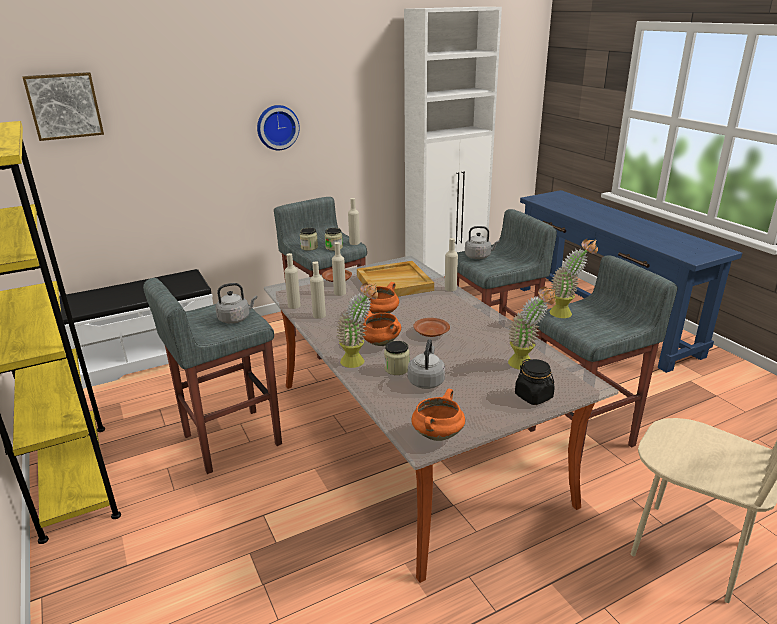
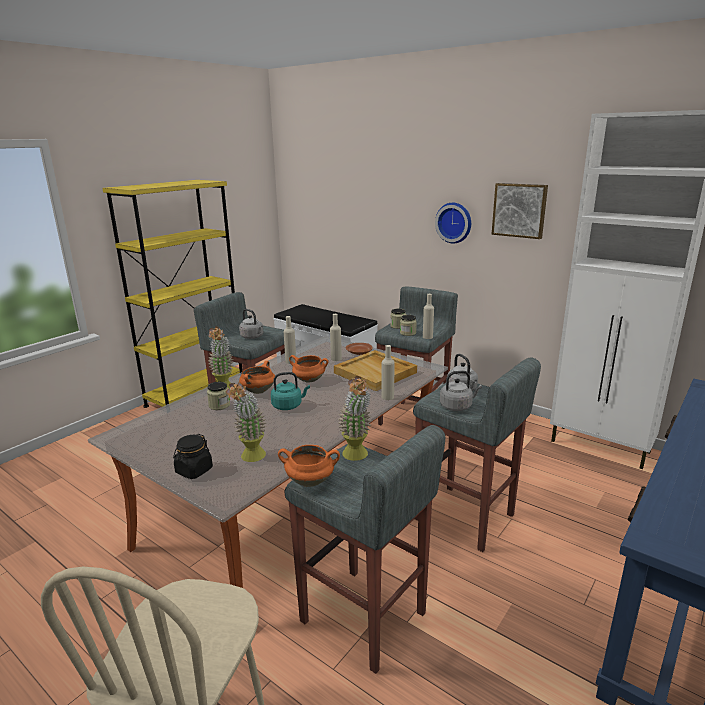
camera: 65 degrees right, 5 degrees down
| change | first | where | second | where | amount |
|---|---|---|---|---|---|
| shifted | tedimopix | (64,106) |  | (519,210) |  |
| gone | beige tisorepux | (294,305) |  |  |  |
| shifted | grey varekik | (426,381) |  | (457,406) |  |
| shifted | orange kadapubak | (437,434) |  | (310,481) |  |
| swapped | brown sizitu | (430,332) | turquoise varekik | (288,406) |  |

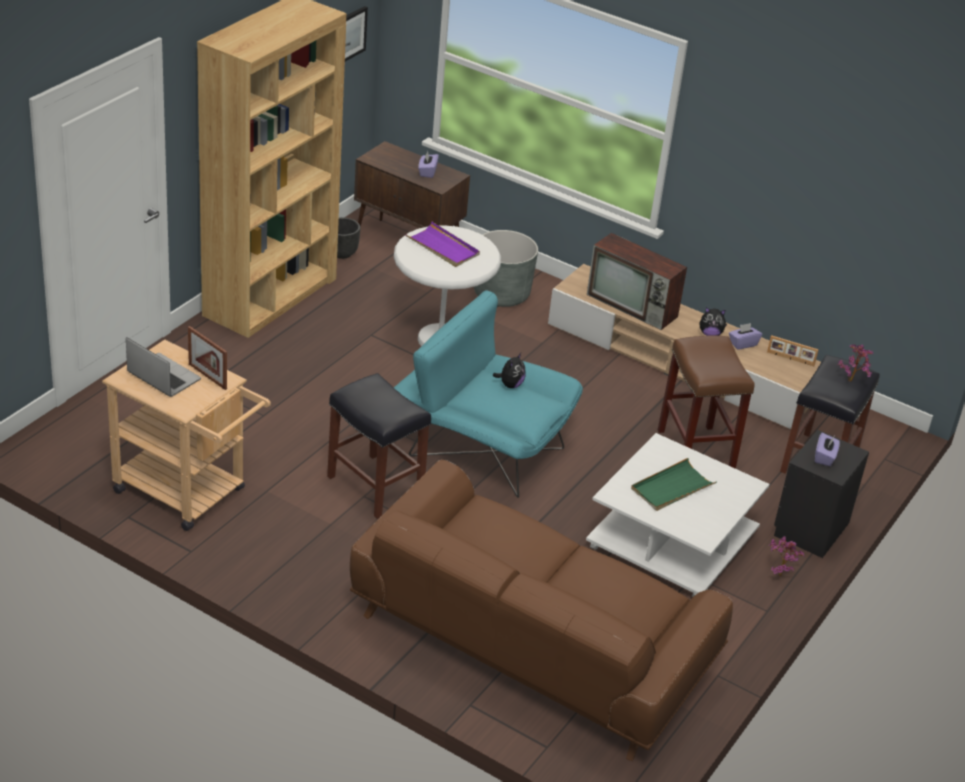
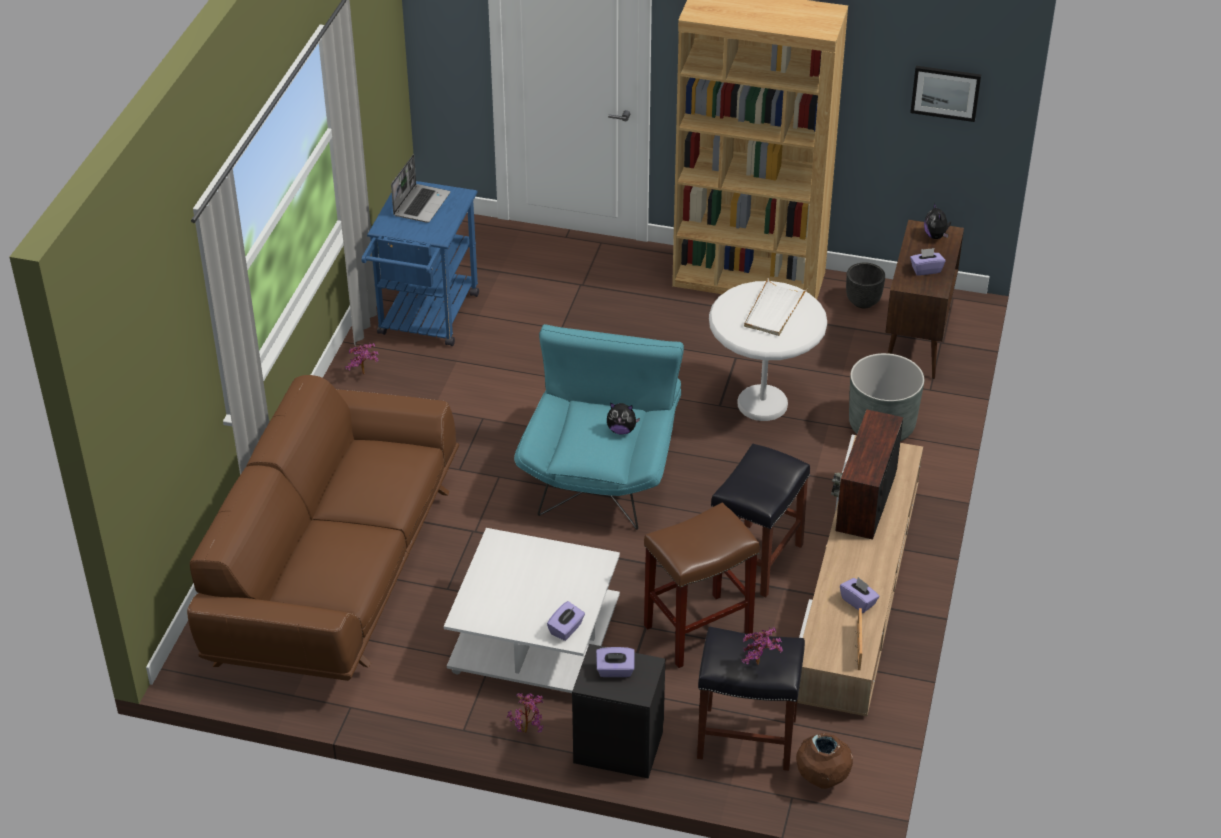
camera: 75 degrees right, 5 degrees up
| change | first | where | second | where | amount |
|---|---|---|---|---|---|
| repainted | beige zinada | (188,494) | blue zinada | (426,320) |  |
| gone | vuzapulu | (207,376) |  |  |  |
| shifted | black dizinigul | (374,485) |  | (756,558) |  |
| repainted | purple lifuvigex | (443,247) | white lifuvigex | (774,310) |  |
| gone | green lifuvigex | (672,488) |  |  |  |
| shifted | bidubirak | (710,334) |  | (936,236) |  |
| new |  |  | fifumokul | (365,375) |  |
| new |  |  | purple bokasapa | (566,629) |  |
| new |  |  | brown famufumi | (822,780) |  |

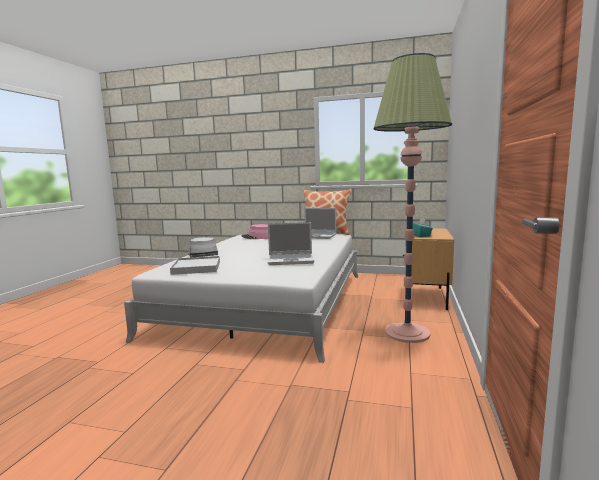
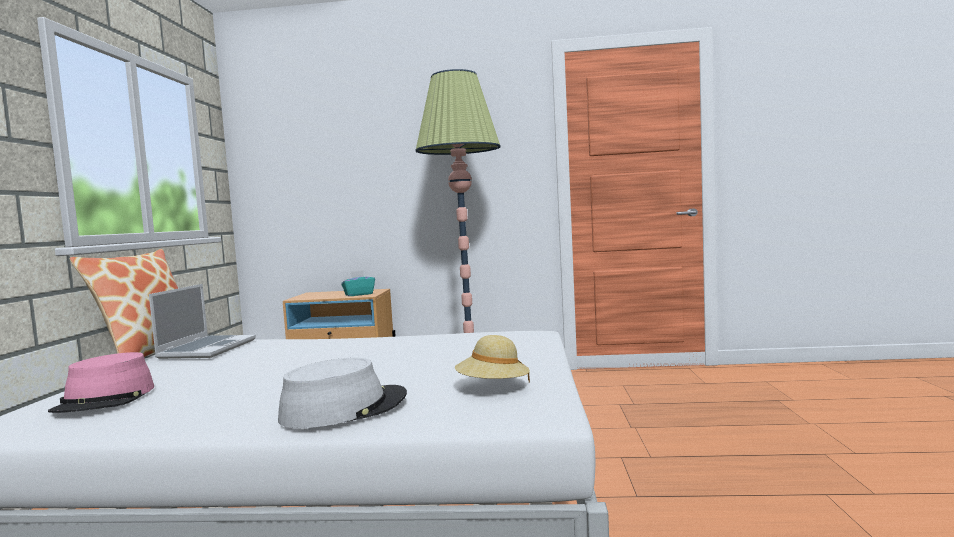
camera: 100 degrees left, 5 degrees down
| change | first | where | second | where | amount |
|---|---|---|---|---|---|
| swapped | white lifuvigex | (196,268) | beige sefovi | (493,387) |  |
| gone | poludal | (291,260) |  |  |  |

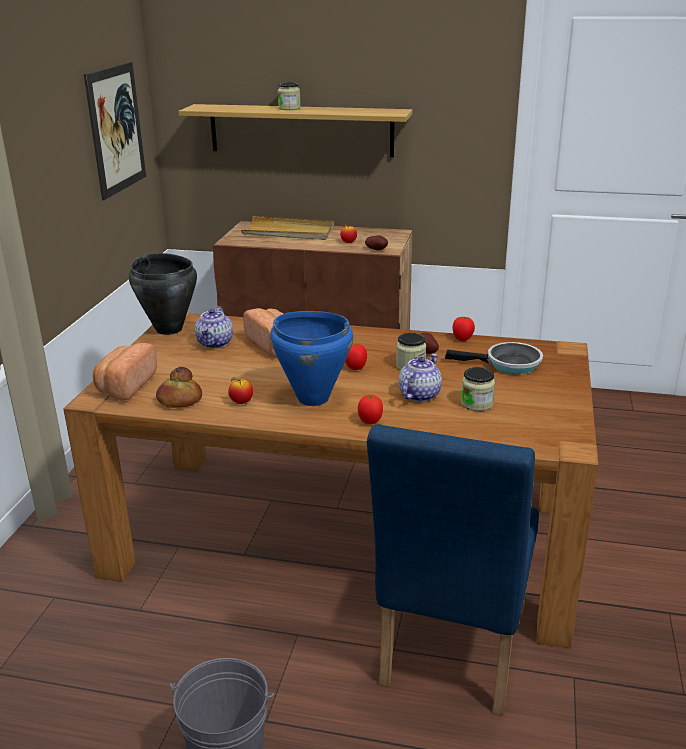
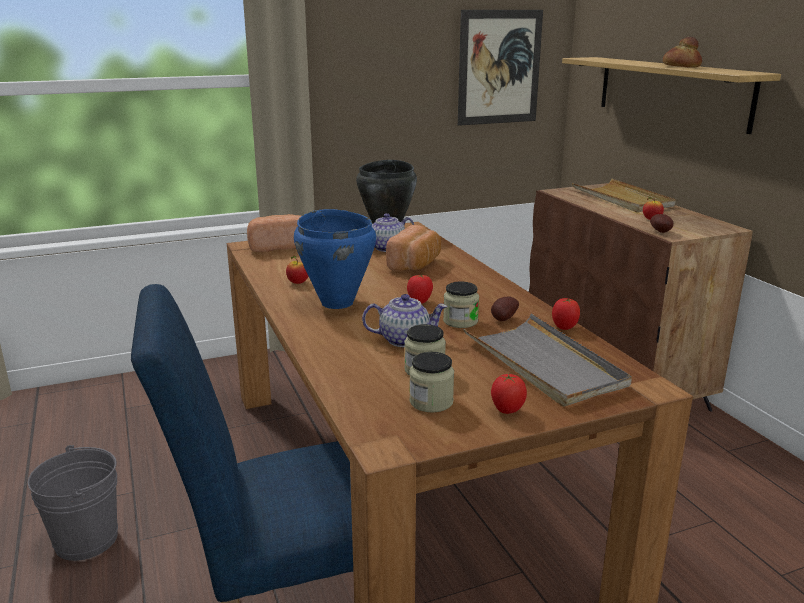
camera: 55 degrees right, 5 degrees down
| change | first | where | second | where | amount |
|---|---|---|---|---|---|
| shifted | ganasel | (179,400) |  | (681,66) |  |
| shifted | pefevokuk | (289,108) |  | (431,402) |  |
| shifted | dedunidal | (370,422) |  | (507,411) |  |
| swapped | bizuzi | (508,364) | grey lifuvigex | (543,364) |  |

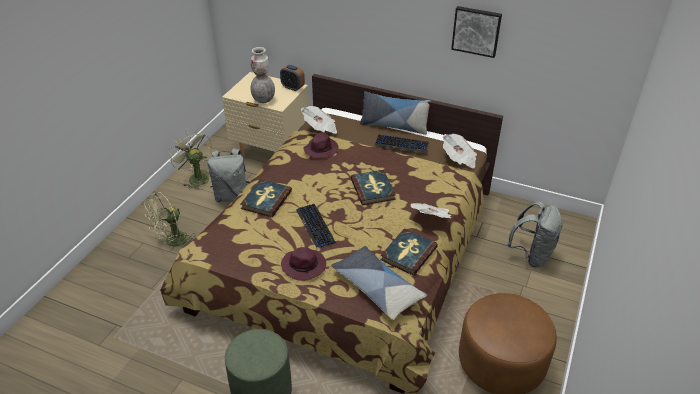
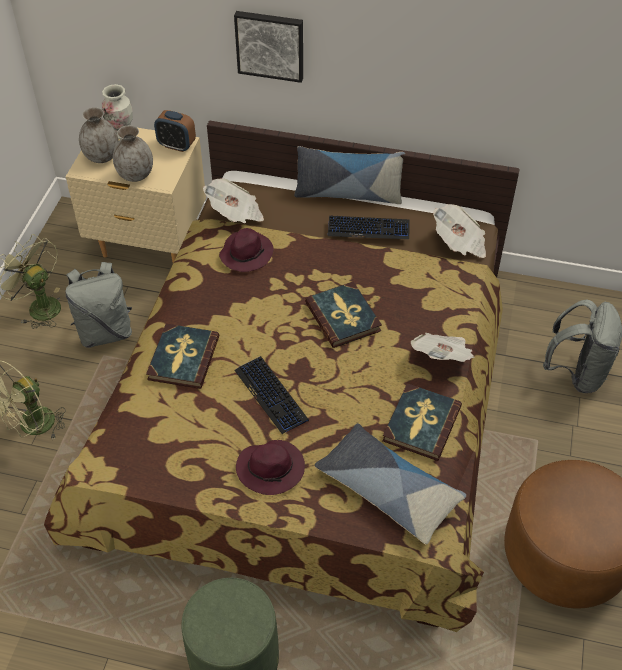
camera: 10 degrees left, 10 degrees up
| change | first | where | second | where | amount |
|---|---|---|---|---|---|
| shifted | tedimopix | (476,31) |  | (270,45) |  |
| new |  |  | grey famufumi | (101,157) |  |

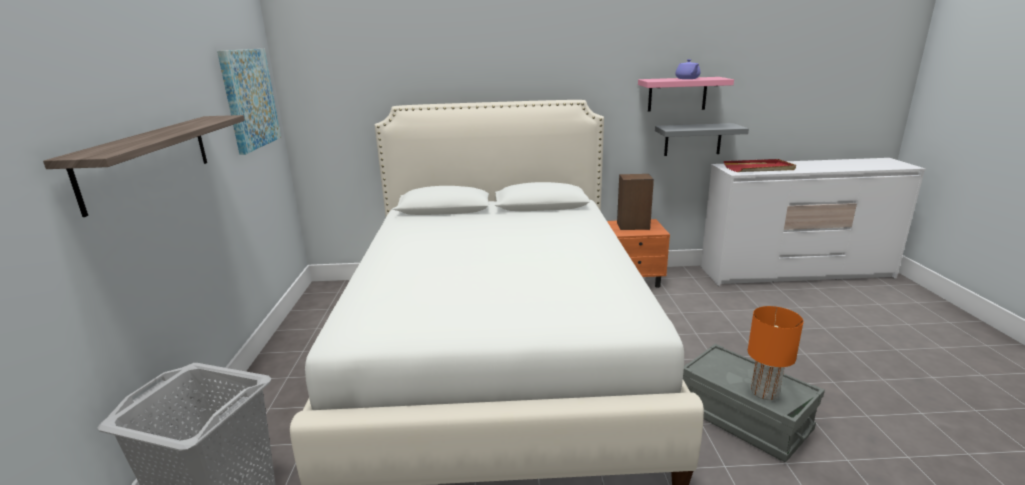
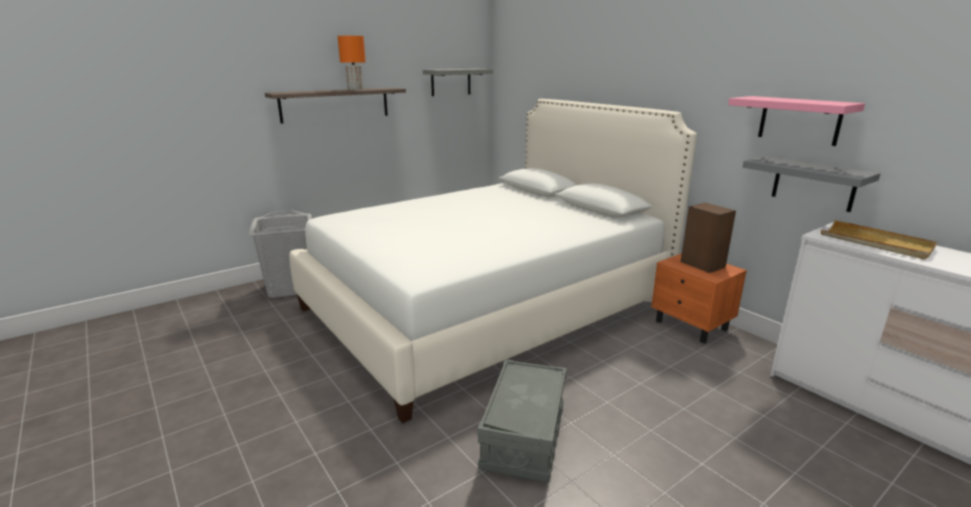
camera: 55 degrees right, 0 degrees up
| change | first | where | second | where | amount |
|---|---|---|---|---|---|
| swapped | tedimopix | (249,99) | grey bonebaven | (451,82) |  |
| gone | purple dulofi | (687,79) |  |  |  |
| repainted | red lifuvigex | (759,168) | beige lifuvigex | (876,243) |  |
| shifted | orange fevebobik | (764,392) |  | (355,89) |  |

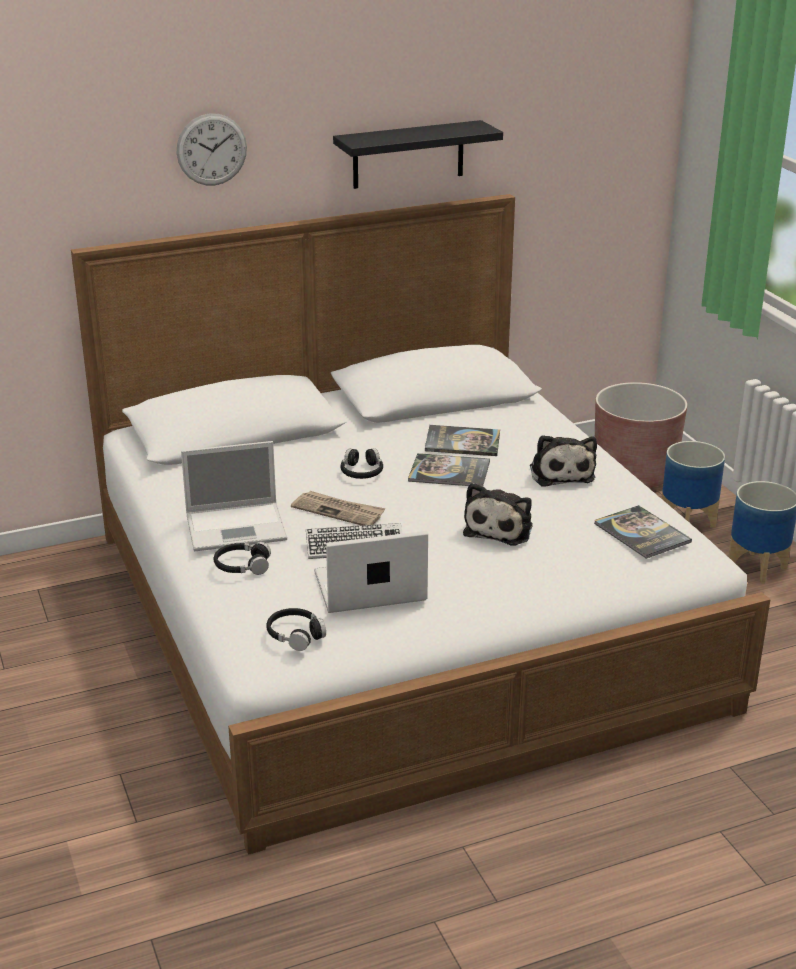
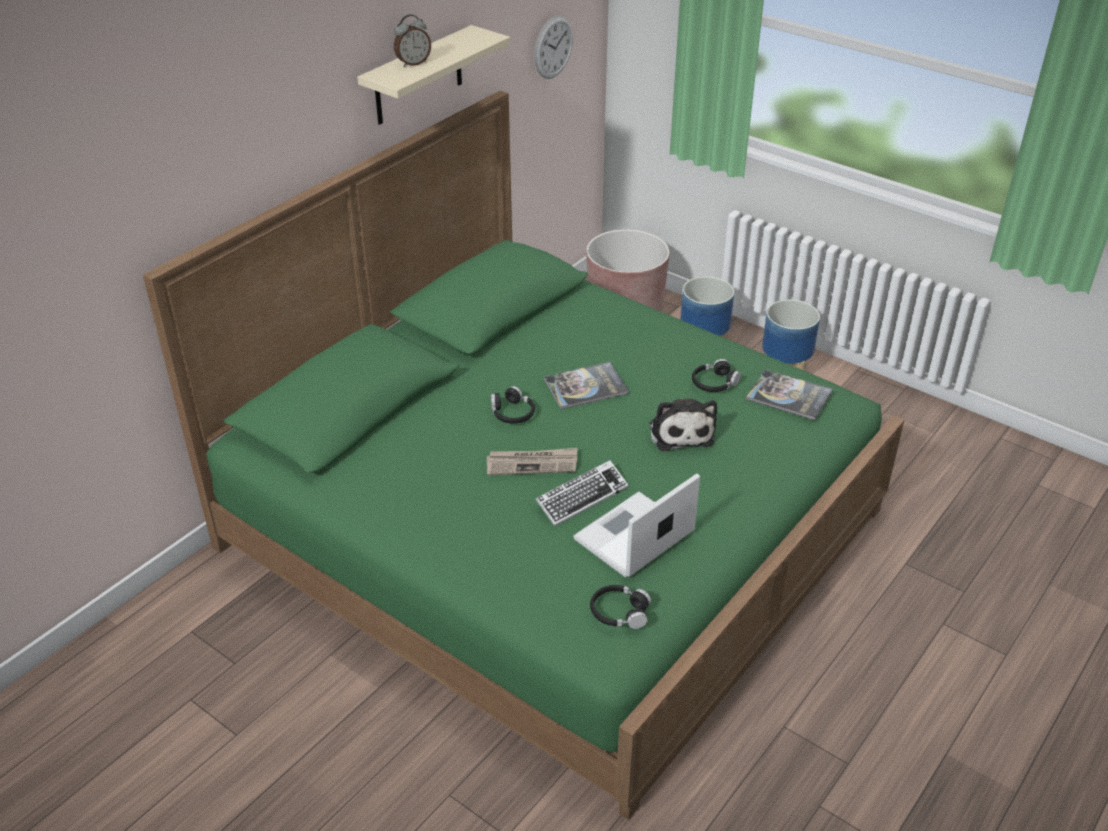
camera: 30 degrees left, 10 degrees up
| change | first | where | second | where | amount |
|---|---|---|---|---|---|
| repainted | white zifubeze | (397,616) | green zifubeze | (552,527) |  |
| shifted | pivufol | (211,149) |  | (553,47) |  |
| gone | poludal | (238,527) |  |  |  |
| shifted | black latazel | (242,566) |  | (714,383) |  |
| repainted | black bonebaven | (408,154) | beige bonebaven | (418,76) |  |
| gone | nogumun | (462,442) |  |  |  |
| gone | bidubirak | (561,473) |  |  |  |
| new |  |  | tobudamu | (413,63) |  |

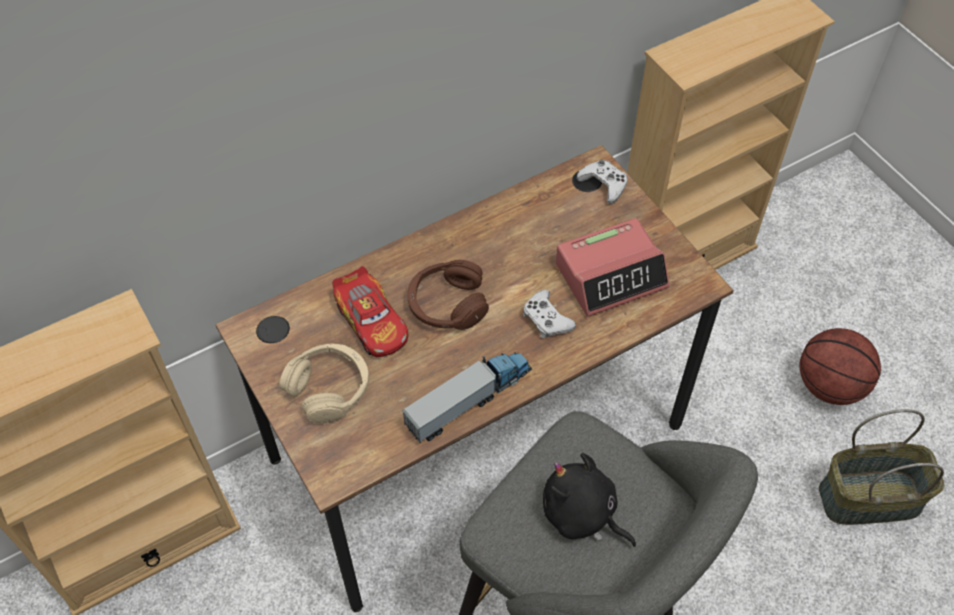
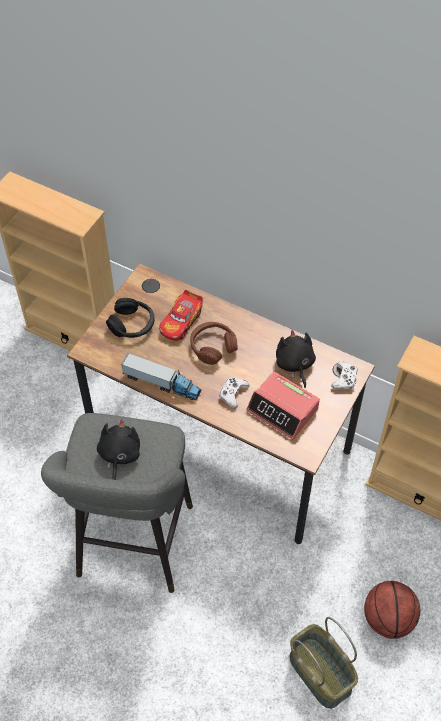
camera: 60 degrees right, 0 degrees up
| change | first | where | second | where | amount |
|---|---|---|---|---|---|
| repainted | beige latazel | (329,388) | black latazel | (132,324) |  |
| new |  |  | black bidubirak | (294,364) |  |

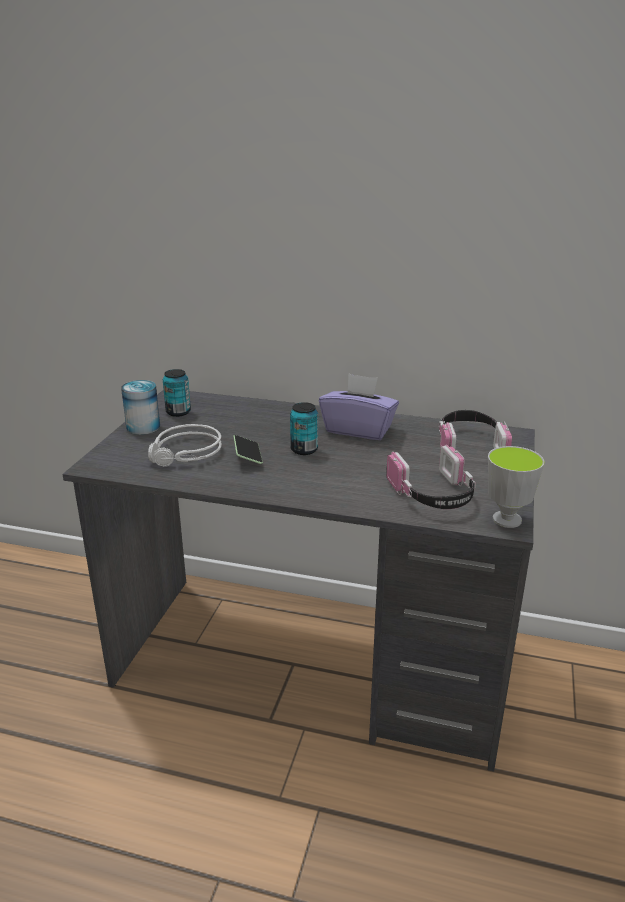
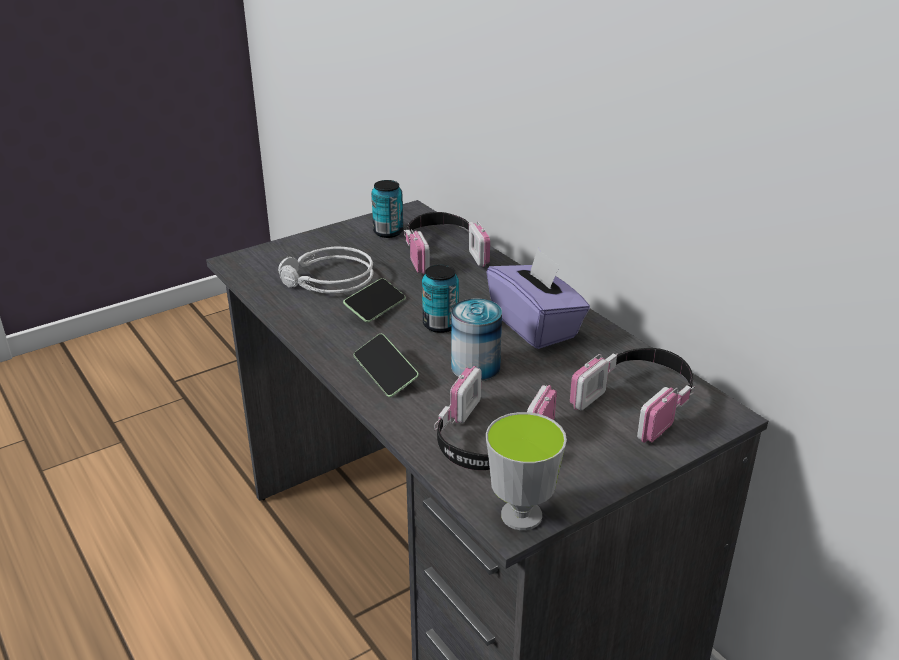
camera: 40 degrees right, 5 degrees up
| change | first | where | second | where | amount |
|---|---|---|---|---|---|
| shifted | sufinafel | (143,427) |  | (475,367) |  |
| new |  |  | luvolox | (385,374) |  |
| new |  |  | latazel | (442,252) |  |

